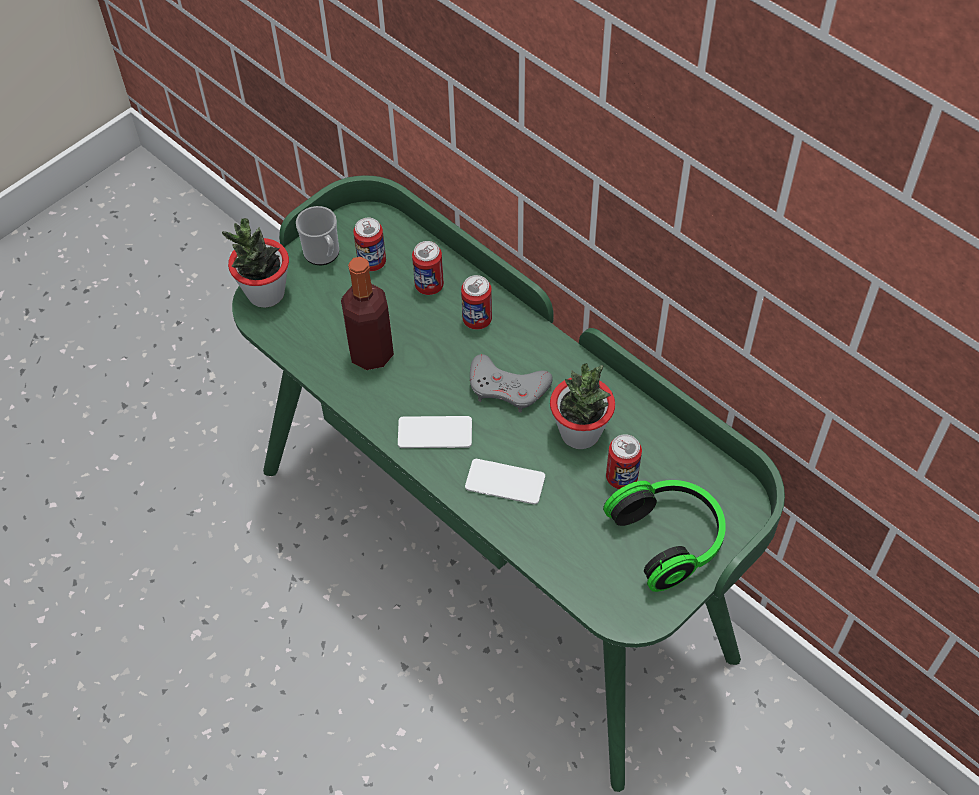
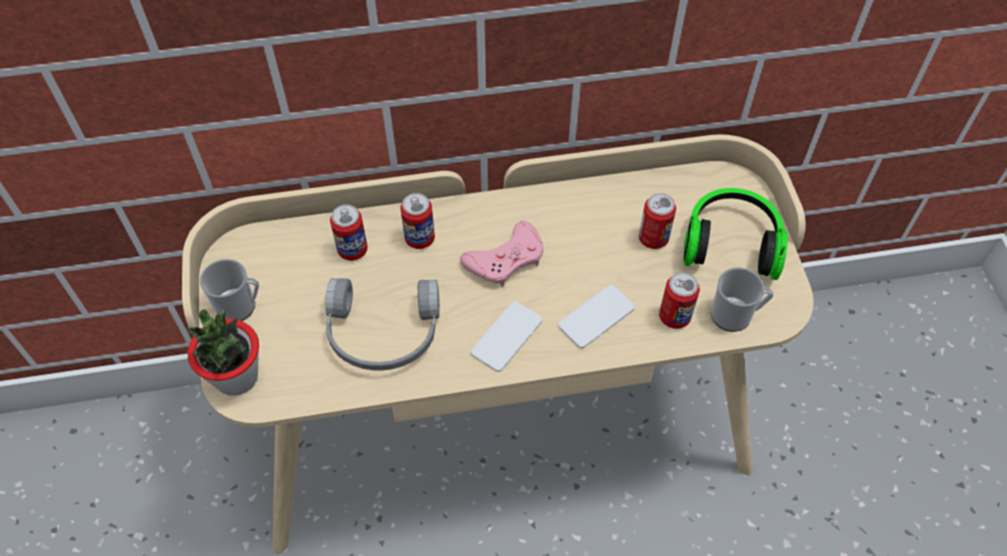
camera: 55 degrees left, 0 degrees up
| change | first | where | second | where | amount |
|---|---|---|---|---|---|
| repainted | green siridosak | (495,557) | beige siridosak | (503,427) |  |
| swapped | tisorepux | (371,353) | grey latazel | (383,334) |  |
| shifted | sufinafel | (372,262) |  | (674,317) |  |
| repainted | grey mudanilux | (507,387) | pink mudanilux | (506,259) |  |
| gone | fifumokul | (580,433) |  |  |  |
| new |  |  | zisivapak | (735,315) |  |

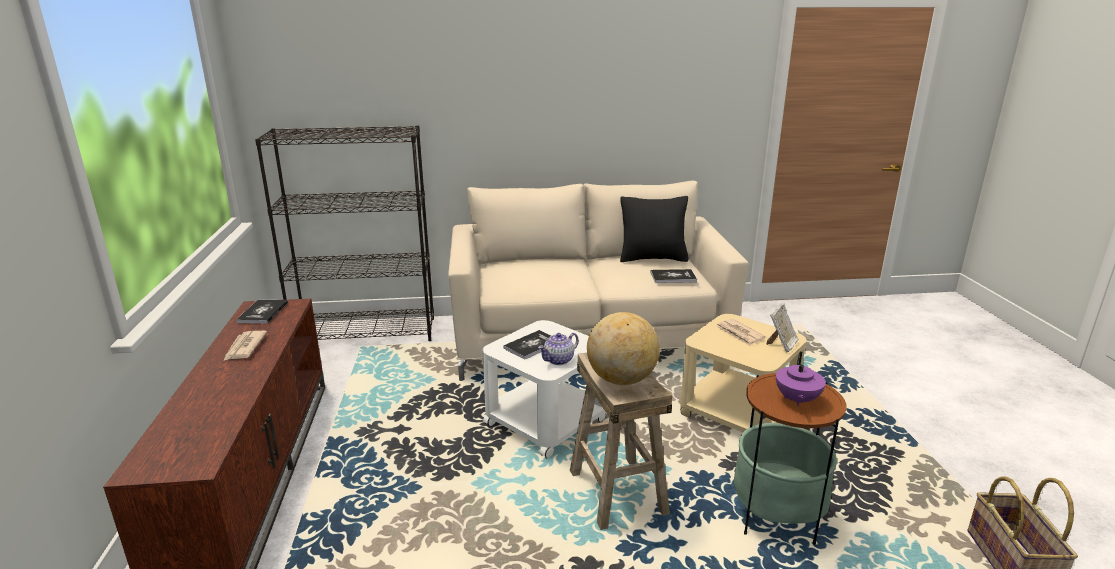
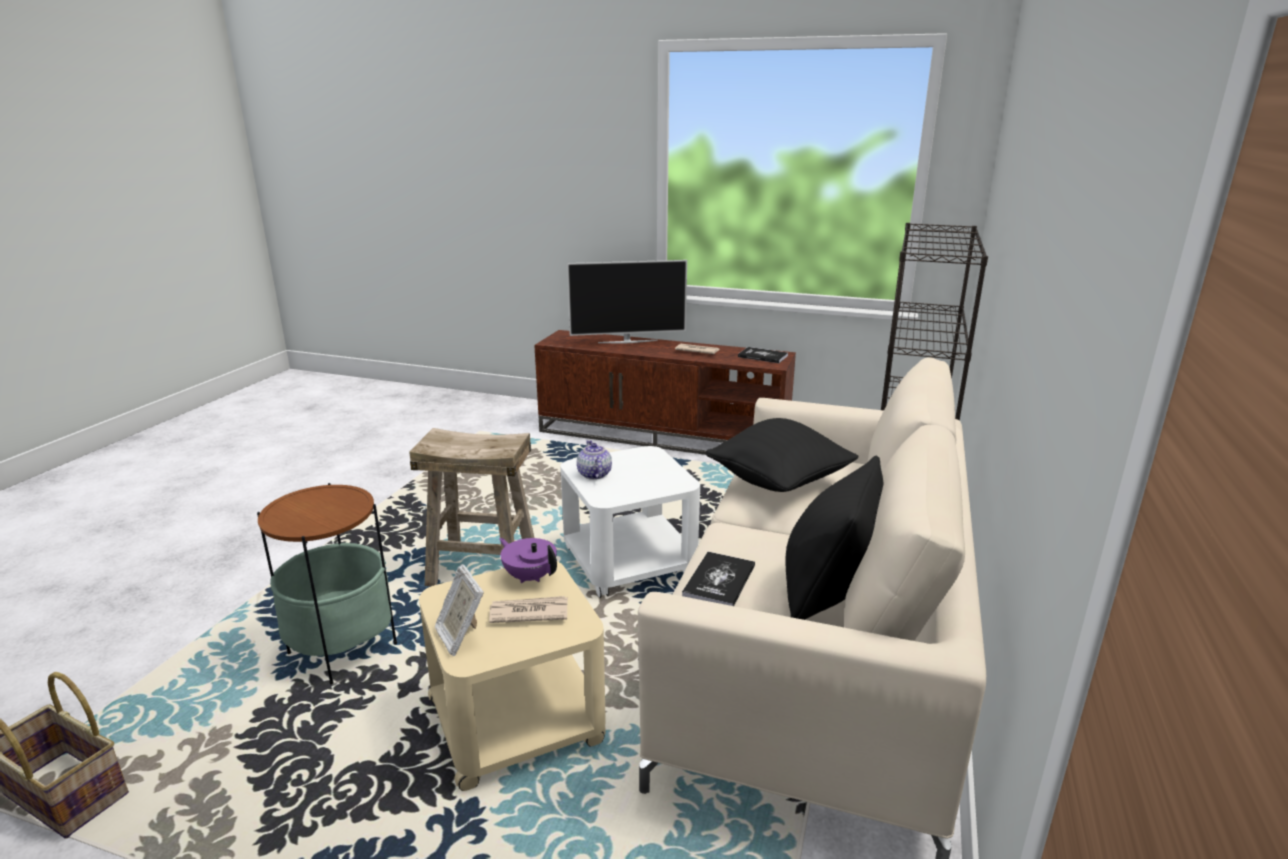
camera: 115 degrees right, 0 degrees up
| change | first | where | second | where | amount |
|---|---|---|---|---|---|
| gone | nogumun | (532,345) |  |  |  |
| gone | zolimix | (622,379) |  |  |  |
| shifted | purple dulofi | (796,400) |  | (530,576) |  |
| new |  |  | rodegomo | (627,341) |  |
| new |  |  | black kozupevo | (779,482) |  |

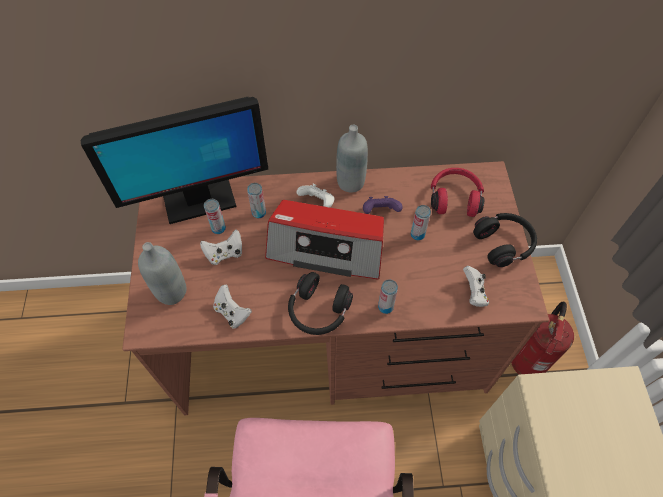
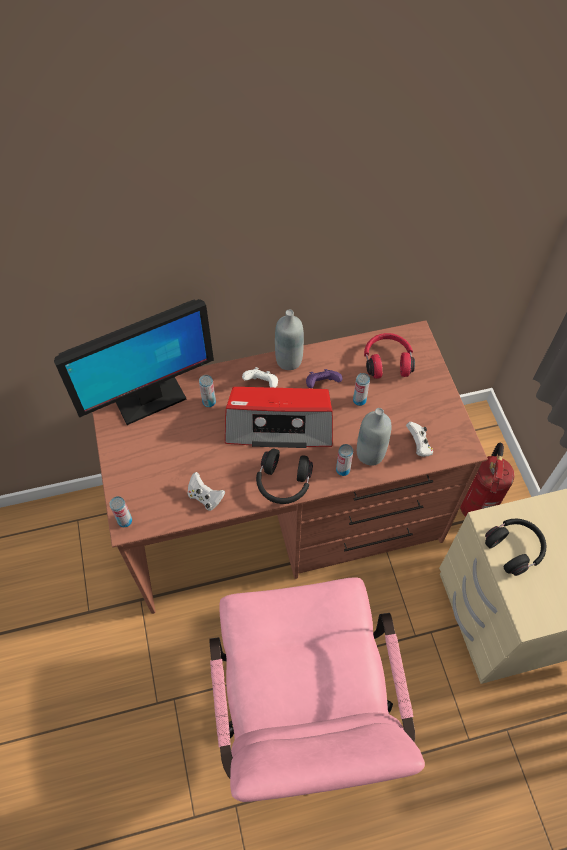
camera: 10 degrees left, 0 degrees up
| change | first | where | second | where | amount |
|---|---|---|---|---|---|
| shifted | grey tisorepux | (171,292) |  | (370,454) |  |
| gone | white mudanilux | (224,253) |  |  |  |
| shifted | sufinafel | (218,228) |  | (125,521) |  |
| shifted | black latazel | (504,244) |  | (514,548) |  |

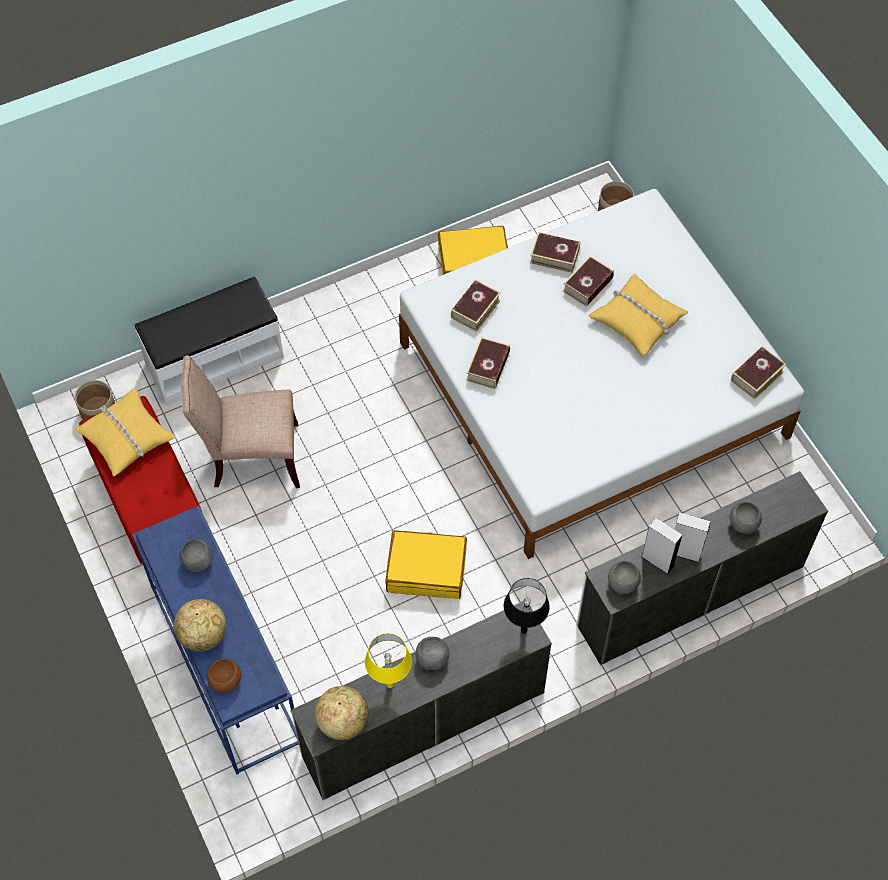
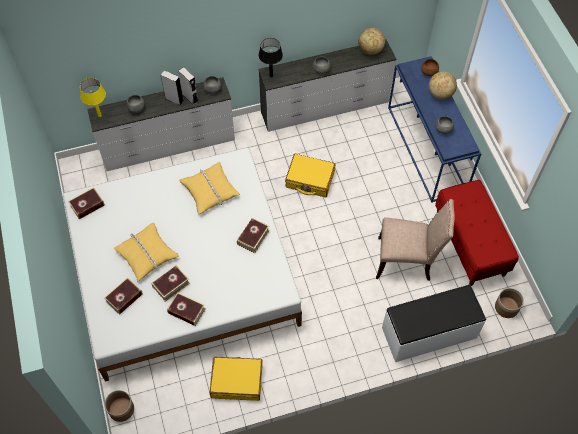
camera: 170 degrees left, 0 degrees up
| change | first | where | second | where | amount |
|---|---|---|---|---|---|
| shifted | yellow kozupevo | (126,437) |  | (210,191) |  |
| shifted | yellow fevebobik | (389,684) |  | (100,115) |  |
| shifted | nogumun | (475,309) |  | (124,298) |  |

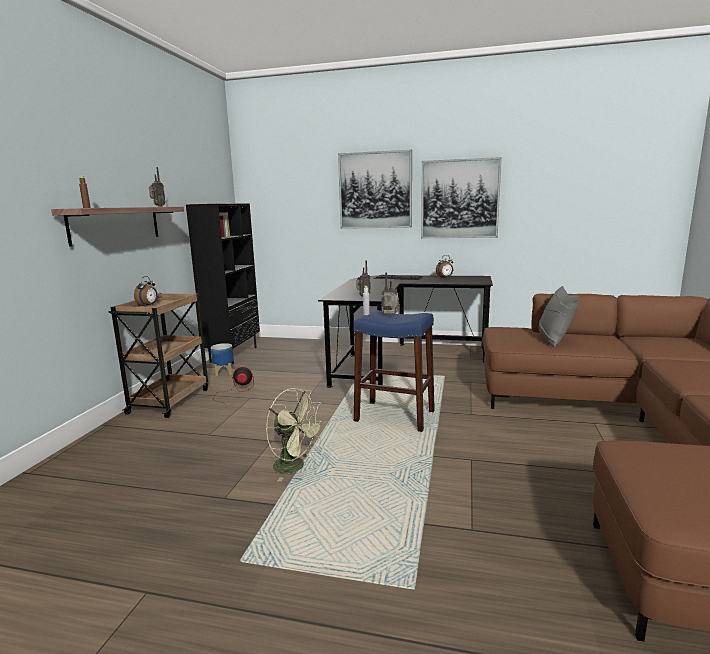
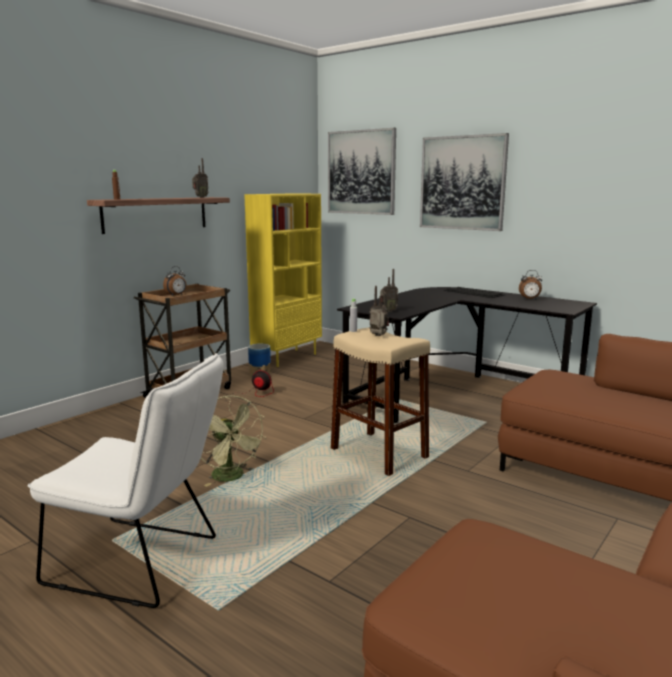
camera: 25 degrees right, 0 degrees up
| change | first | where | second | where | amount |
|---|---|---|---|---|---|
| repainted | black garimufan | (233,354) | yellow garimufan | (287,357) |  |
| repainted | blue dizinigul | (394,416) | beige dizinigul | (378,453) |  |
| shifted | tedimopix | (459,199) |  | (361,172) |  |
| gone | grey kozupevo | (554,339) |  |  |  |
| new |  |  | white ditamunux | (142,562) |  |

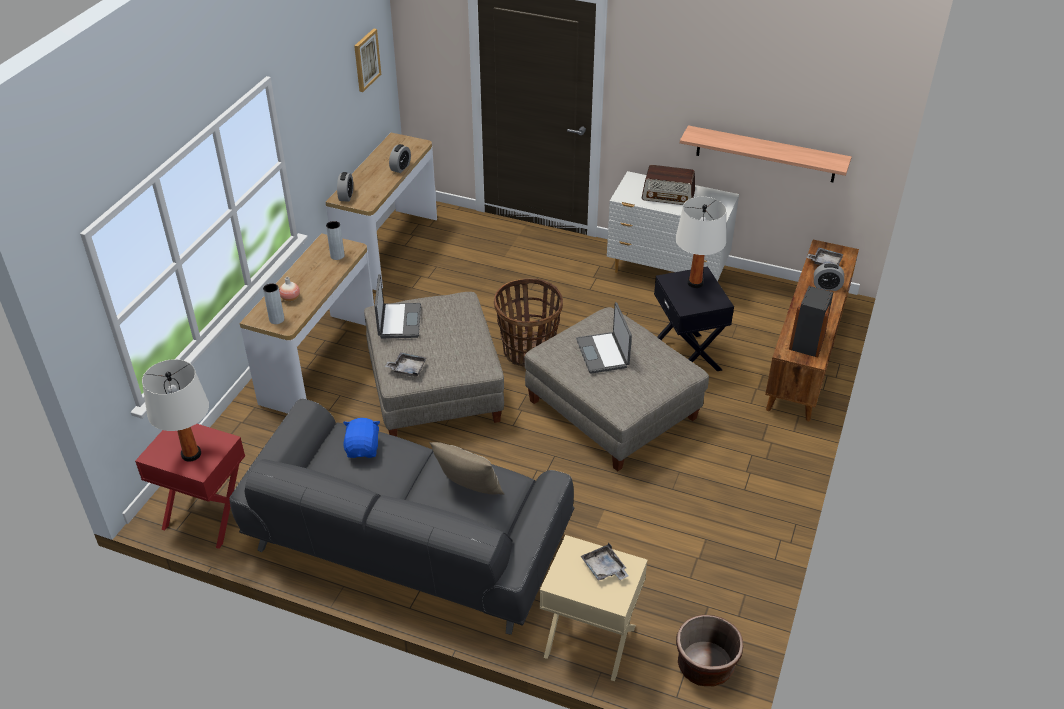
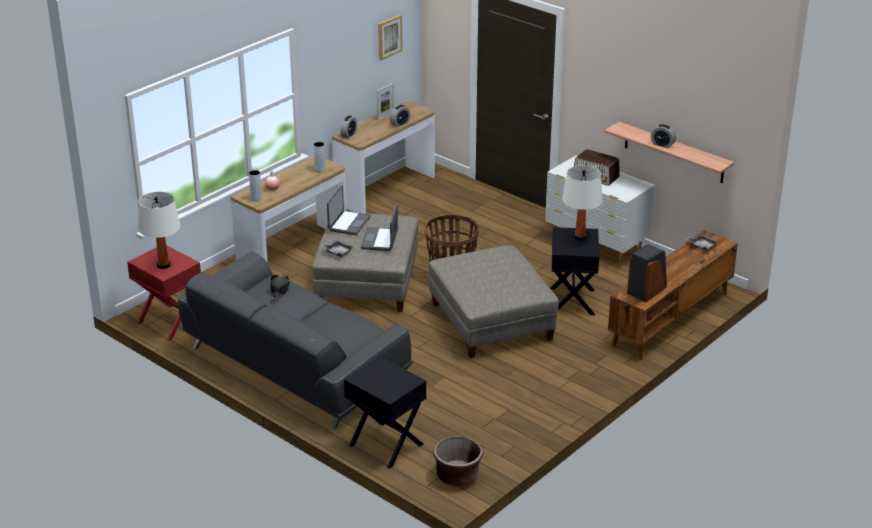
camera: 20 degrees right, 10 degrees down
| change | first | where | second | where | amount |
|---|---|---|---|---|---|
| swapped | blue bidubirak | (363,449) | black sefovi | (280,290) |  |
| gone | beige kozupevo | (468,488) |  |  |  |
| repainted | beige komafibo | (589,642) | black komafibo | (385,445) |  |
| shifted | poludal | (603,353) |  | (380,240) |  |
| gone | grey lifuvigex | (604,569) |  |  |  |
| shifted | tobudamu | (826,286) |  | (662,145) |  |
| new |  |  | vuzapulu | (385,116) |  |

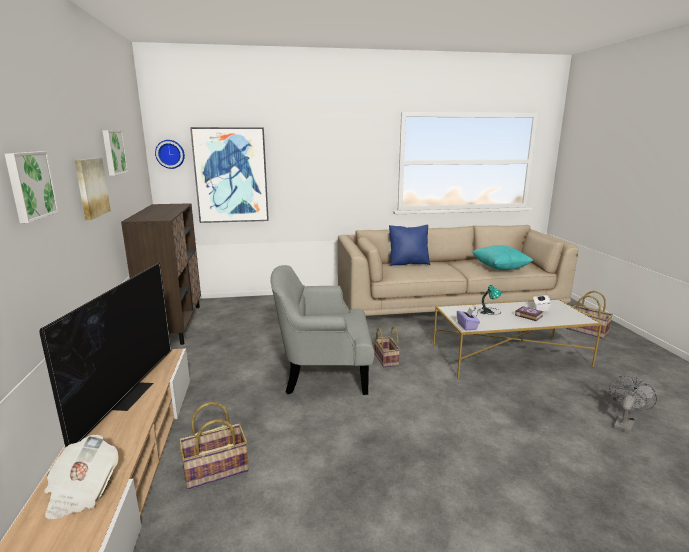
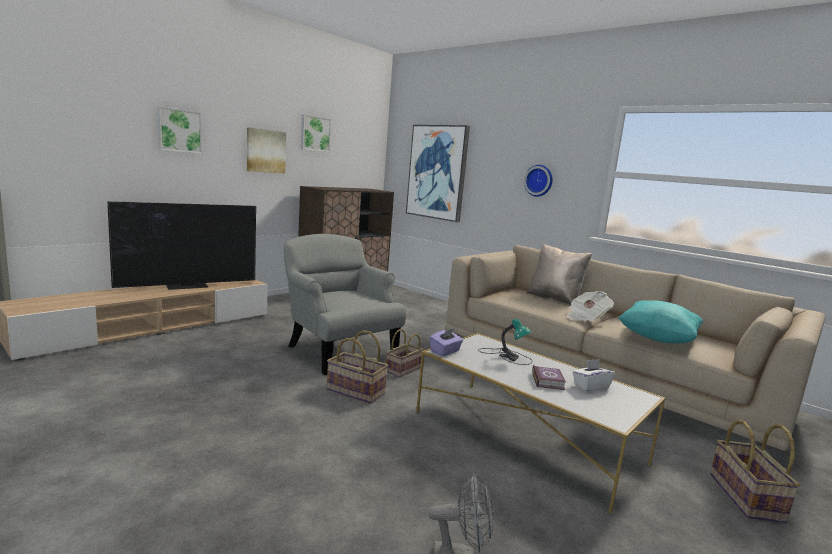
camera: 50 degrees right, 5 degrees down
| change | first | where | second | where | amount |
|---|---|---|---|---|---|
| shifted | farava | (82,491) |  | (586,317) |  |
| shifted | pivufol | (170,154) |  | (539,180) |  |
| shifted | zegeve | (216,471) |  | (355,392) |  |
| repainted | blue kozupevo | (408,263) | beige kozupevo | (554,298) |  |

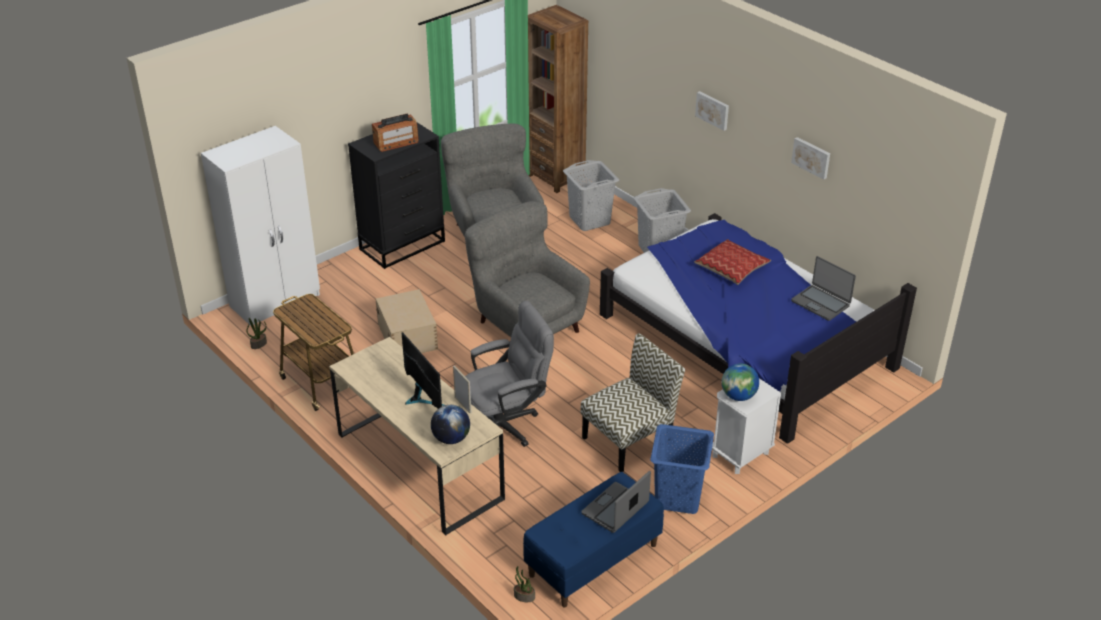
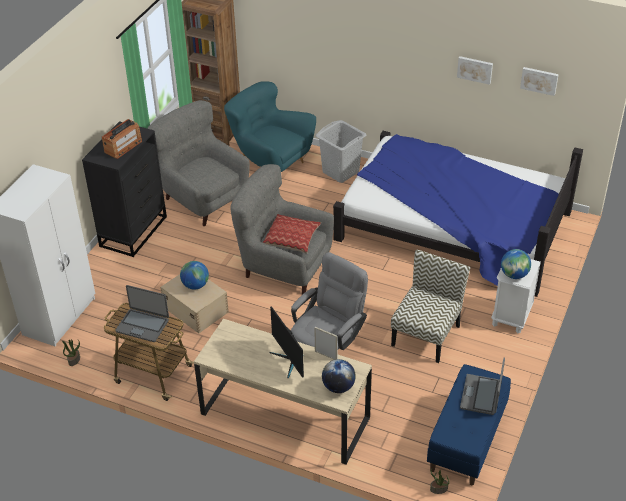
camera: 25 degrees left, 5 degrees up
| change | first | where | second | where | amount |
|---|---|---|---|---|---|
| rotated | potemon | (421,397) |  | (289,361) | 150 degrees counterclockwise |
| swapped | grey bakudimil | (590,220) | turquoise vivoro | (270,162) |  |
| gone | blue bakudimil | (677,497) |  |  |  |
| shifted | kozupevo | (731,268) |  | (292,238) |  |
| shifted | tedimopix | (713,110) |  | (539,80) |  |
| shifted | poludal | (821,303) |  | (143,325) |  |
| new |  |  | zolimix | (195,285) |  |

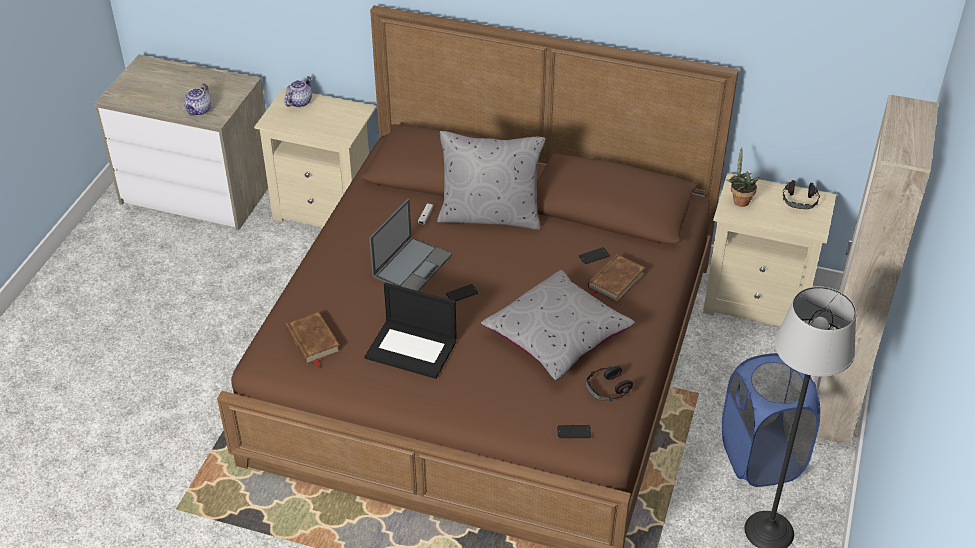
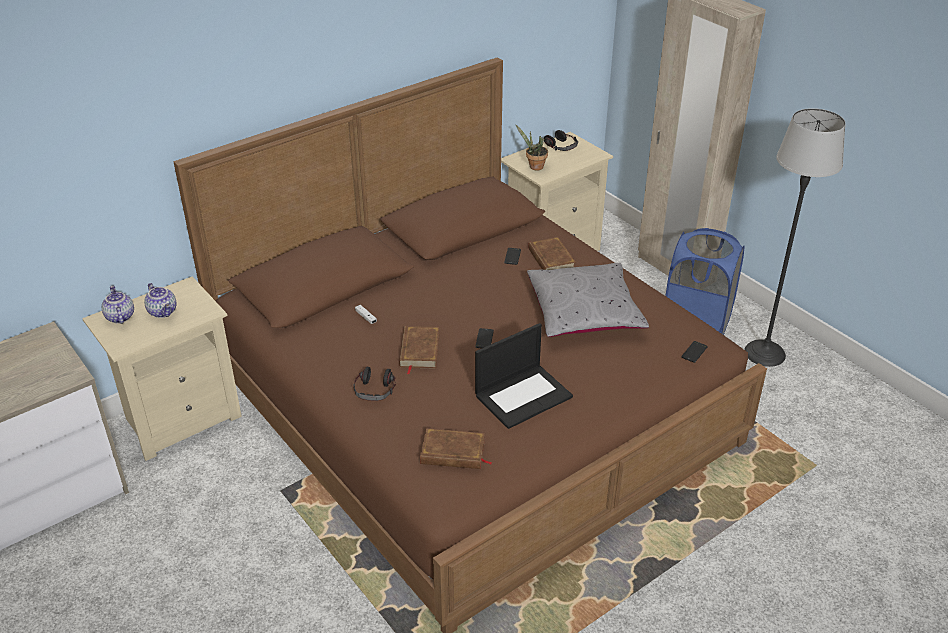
camera: 55 degrees left, 5 degrees down
| change | first | where | second | where | amount |
|---|---|---|---|---|---|
| shifted | dulofi | (199,111) |  | (163,311) |  |
| swapped | poludal | (412,265) | brown nogumun | (419,351) |  |
| gone | grey kozupevo | (490,215) |  |  |  |
| shifted | latazel | (608,388) |  | (375,389) |  |

